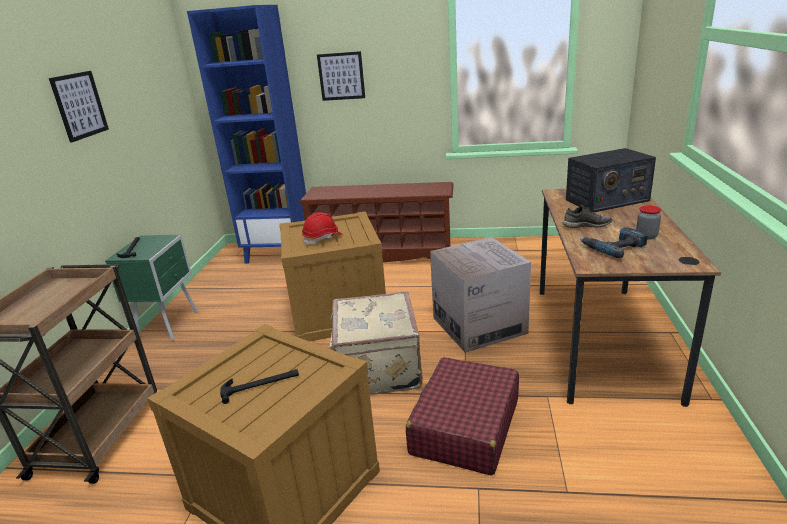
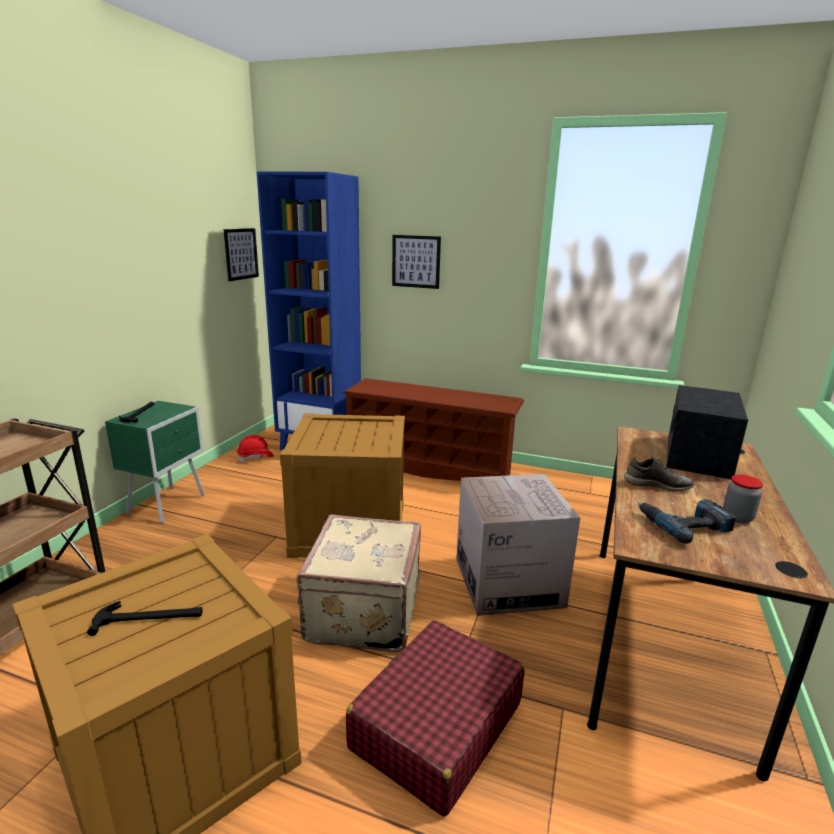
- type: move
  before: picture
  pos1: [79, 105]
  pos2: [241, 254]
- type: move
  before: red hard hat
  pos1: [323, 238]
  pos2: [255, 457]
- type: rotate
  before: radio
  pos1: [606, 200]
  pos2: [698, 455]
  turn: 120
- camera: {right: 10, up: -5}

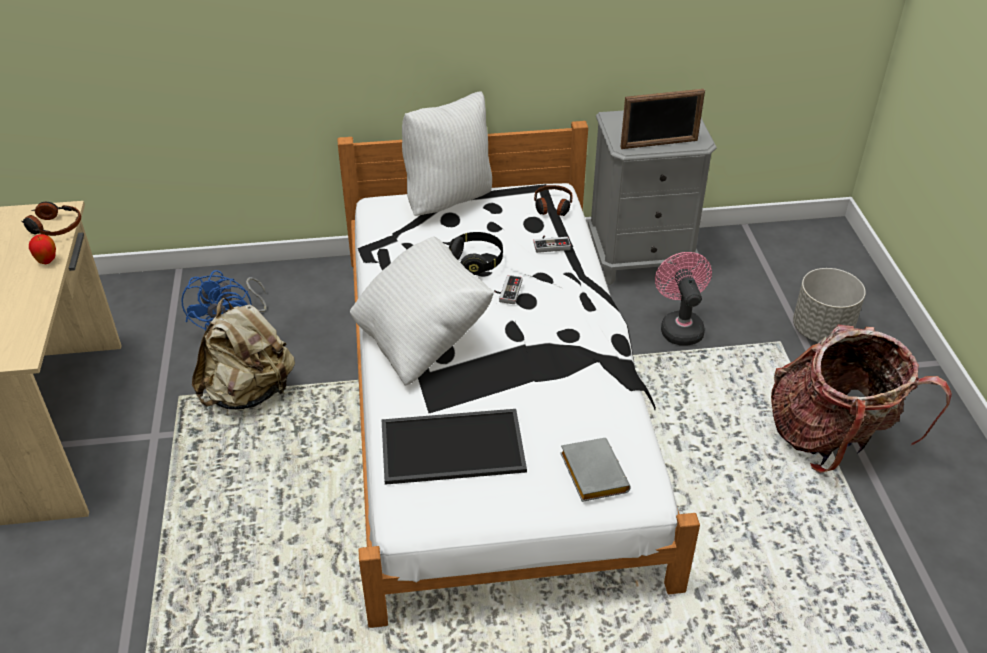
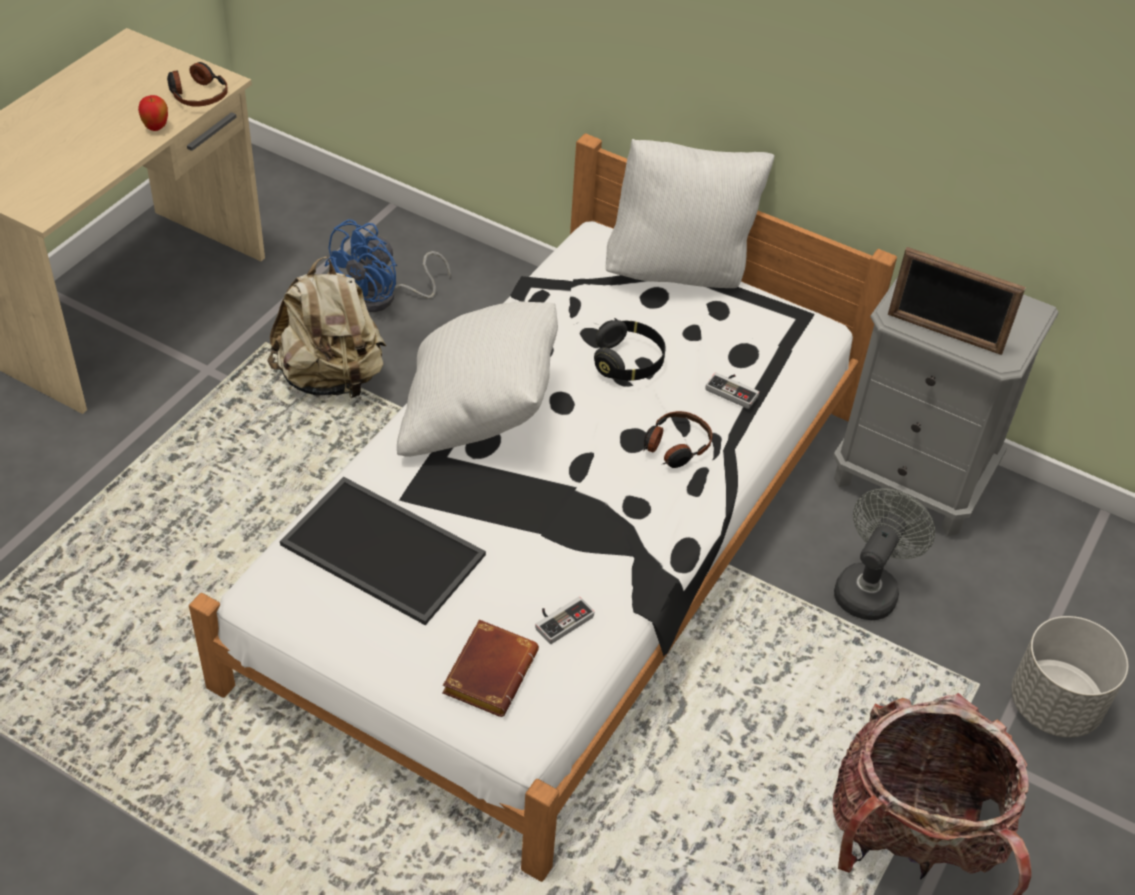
- type: move
  before: game controller
  pos1: [507, 291]
  pos2: [560, 619]
- type: move
  before: headphones
  pos1: [552, 207]
  pos2: [675, 447]
- type: recolor
  before: grey book
  after: brown book
  pos1: [591, 473]
  pos2: [488, 671]
- type: recolor
  before: pink fan
  after: grey fan
  pos1: [679, 326]
  pos2: [869, 588]
- camera: {right: 35, up: 5}

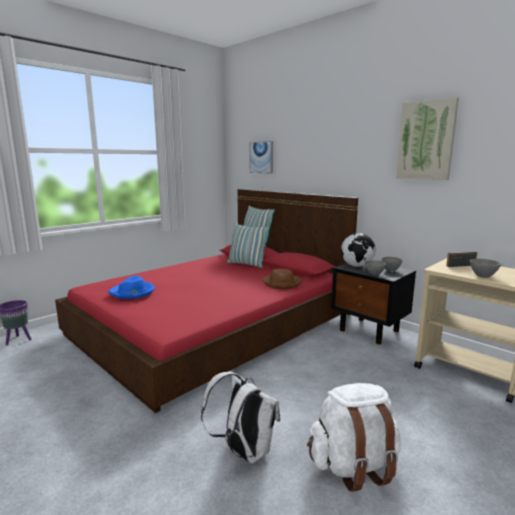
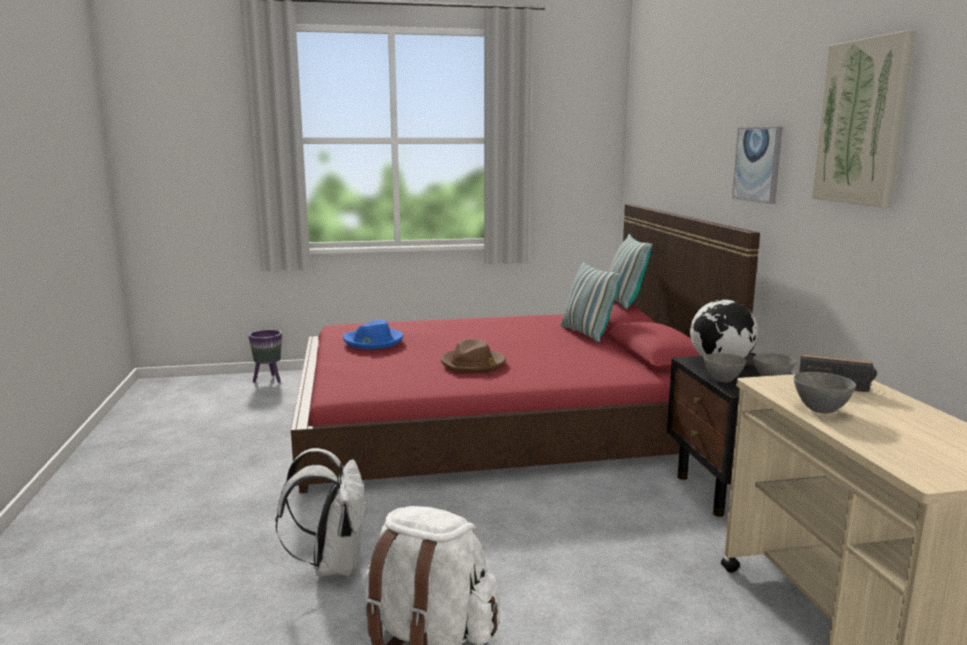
- type: move
  before: picture
  pos1: [261, 157]
  pos2: [758, 164]
- type: move
  before: brown hat
  pos1: [282, 283]
  pos2: [473, 364]
- camera: {right: 35, up: 0}

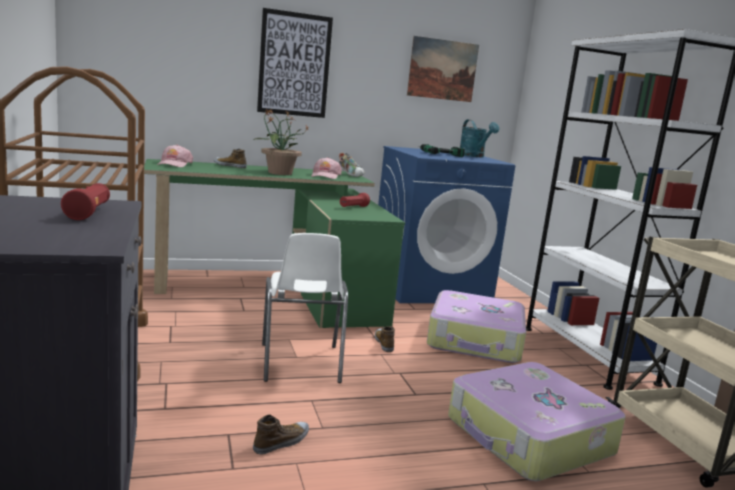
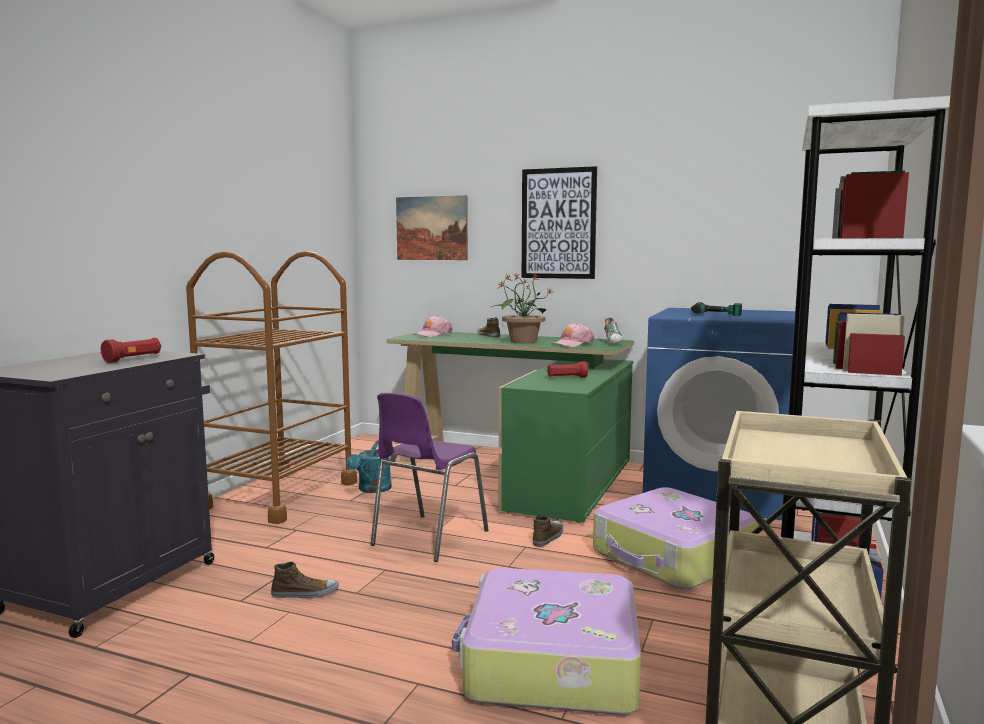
- type: recolor
  before: white chair
  after: purple chair
  pos1: [300, 364]
  pos2: [427, 539]
- type: move
  before: picture
  pos1: [442, 69]
  pos2: [431, 228]
- type: move
  before: turquoise watering can
  pos1: [474, 156]
  pos2: [372, 490]
- camera: {right: 40, up: -5}

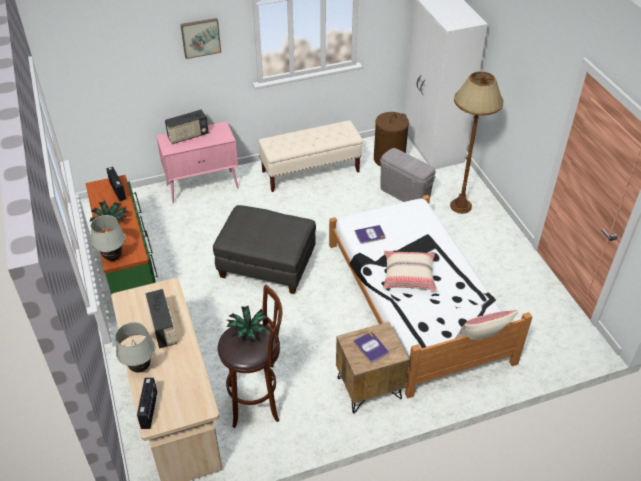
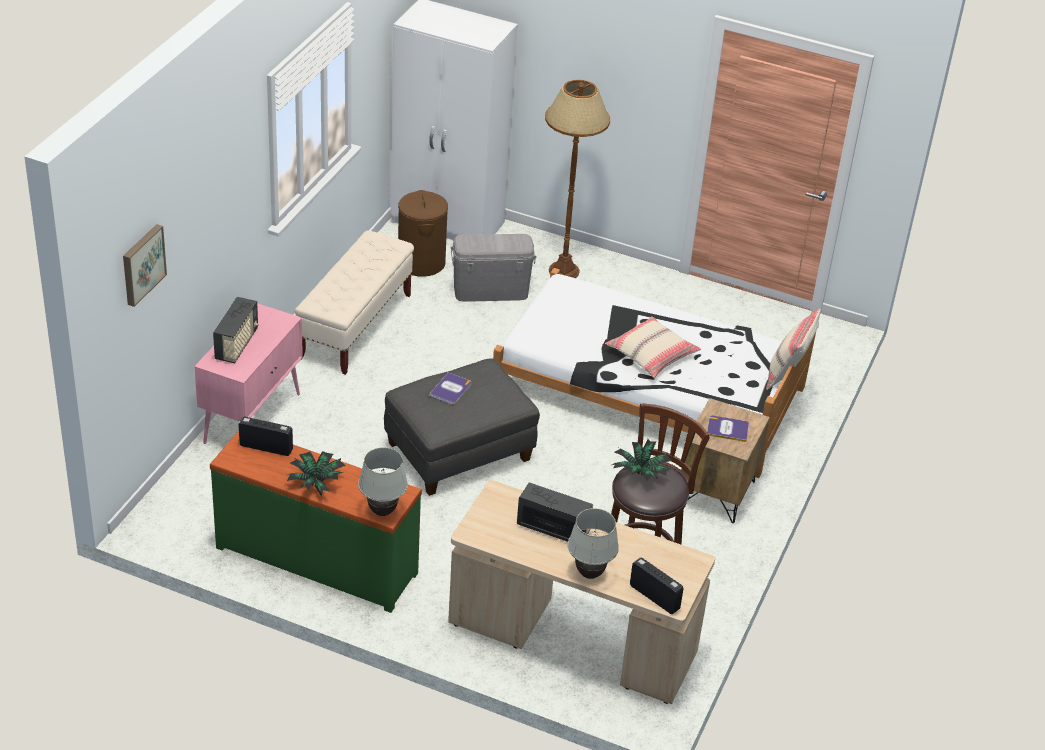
- type: move
  before: picture
  pos1: [200, 37]
  pos2: [142, 264]
- type: move
  before: book
  pos1: [370, 235]
  pos2: [451, 389]
- camera: {right: -50, up: -5}

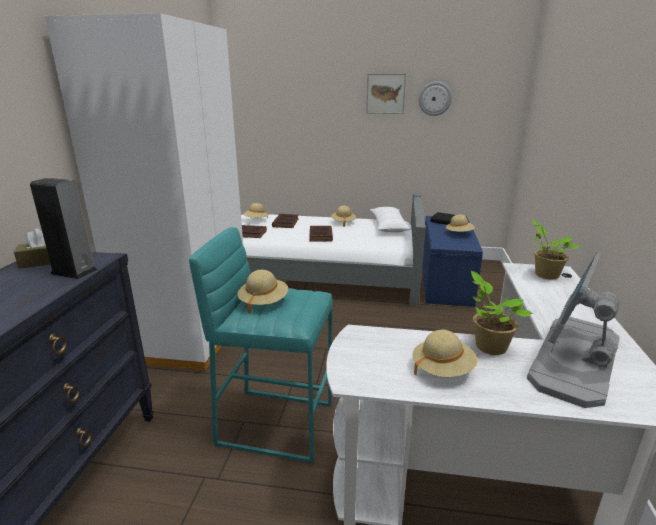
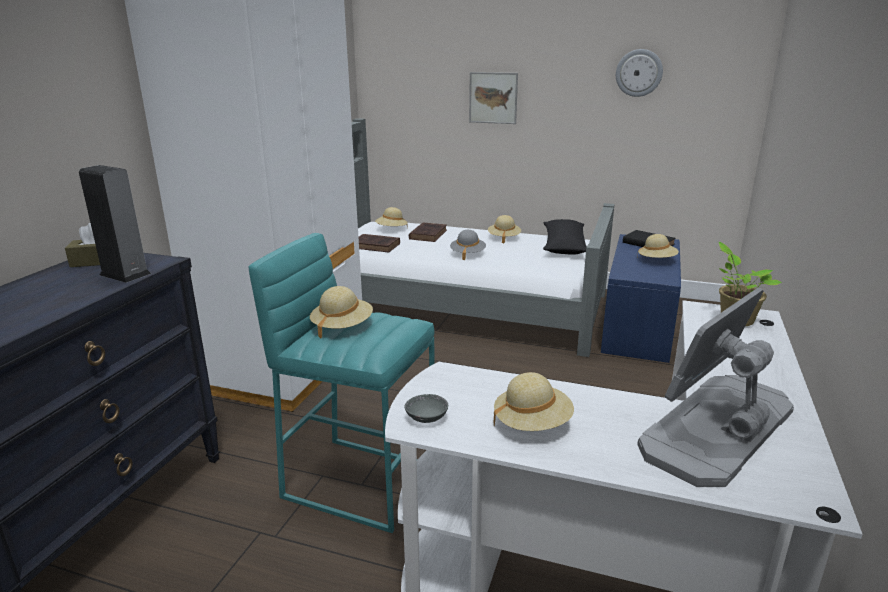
- type: replace
  before: brown book
  after: grey hat
  pos1: [321, 236]
  pos2: [467, 254]
- type: move
  before: picture
  pos1: [385, 93]
  pos2: [493, 98]
- type: recolor
  before: white pillow
  after: black pillow
  pos1: [388, 226]
  pos2: [564, 246]
- type: delete
  before: potted plant
  pos1: [488, 346]
- type: insert
  after: grey bowl
  pos2: [426, 418]
- camera: {right: 10, up: 0}

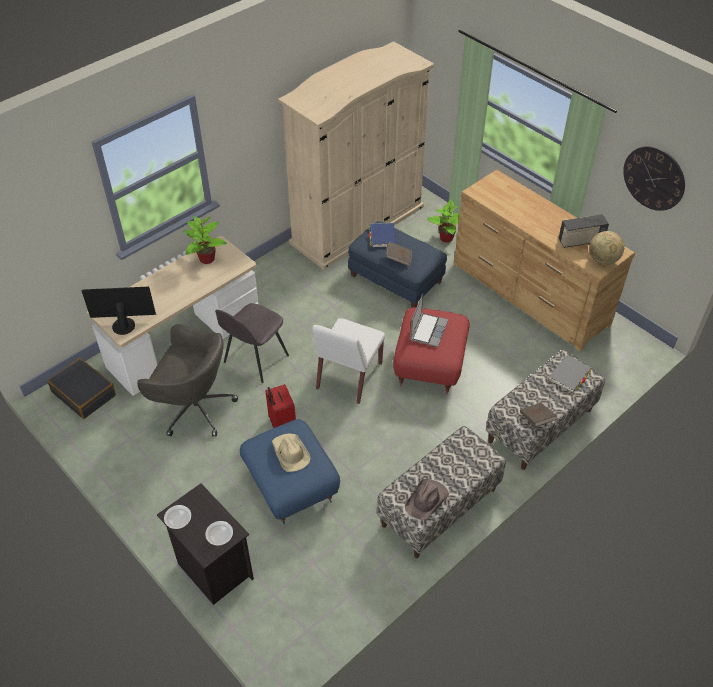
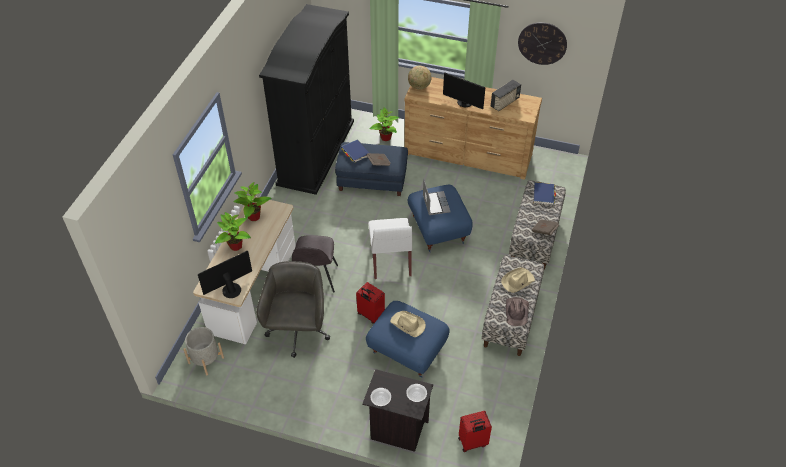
- type: replace
  before: black suitcase
  after: grey planter
  pos1: [84, 394]
  pos2: [206, 360]
- type: rotate
  before: grey office chair
  pos1: [194, 408]
  pos2: [298, 331]
  turn: -75
- type: recolor
  before: beige wardrobe
  after: black wardrobe
  pos1: [357, 224]
  pos2: [316, 152]
- type: recolor
  before: red ottoman
  after: blue ottoman
  pos1: [430, 366]
  pos2: [439, 230]
- type: recolor
  before: grey book
  after: blue book
  pos1: [569, 375]
  pos2: [544, 195]
- type: move
  before: globe
  pos1: [603, 260]
  pos2: [419, 87]
- type: insert
  after: potted plant
  pos2: [235, 246]
- type: insert
  after: monitor
  pos2: [464, 103]
- type: insert
  after: red suitcase
  pos2: [473, 443]
- type: insert
  after: beige hat
  pos2: [517, 281]
- camera: {right: -30, up: 0}

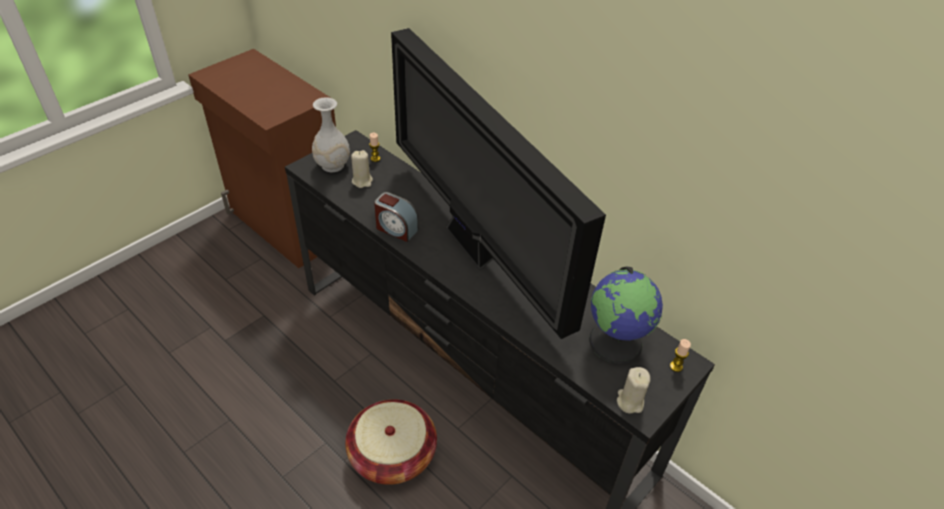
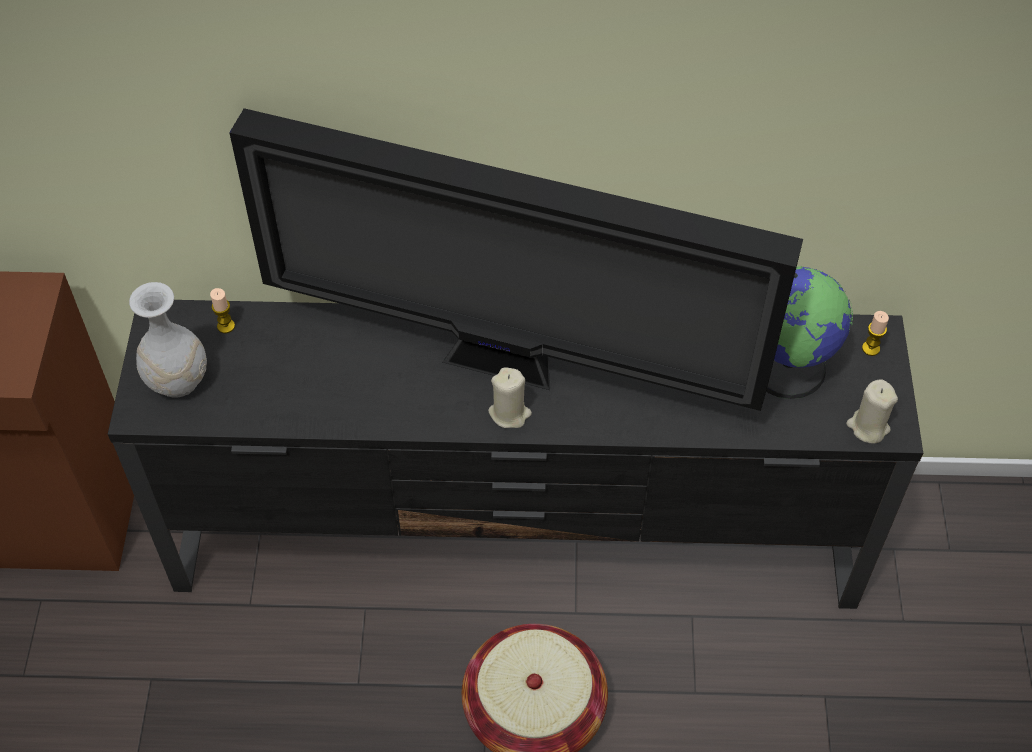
- type: move
  before: beige candle
  pos1: [362, 181]
  pos2: [509, 413]
- type: delete
  before: alarm clock
  pos1: [396, 229]
- camera: {right: -40, up: 10}

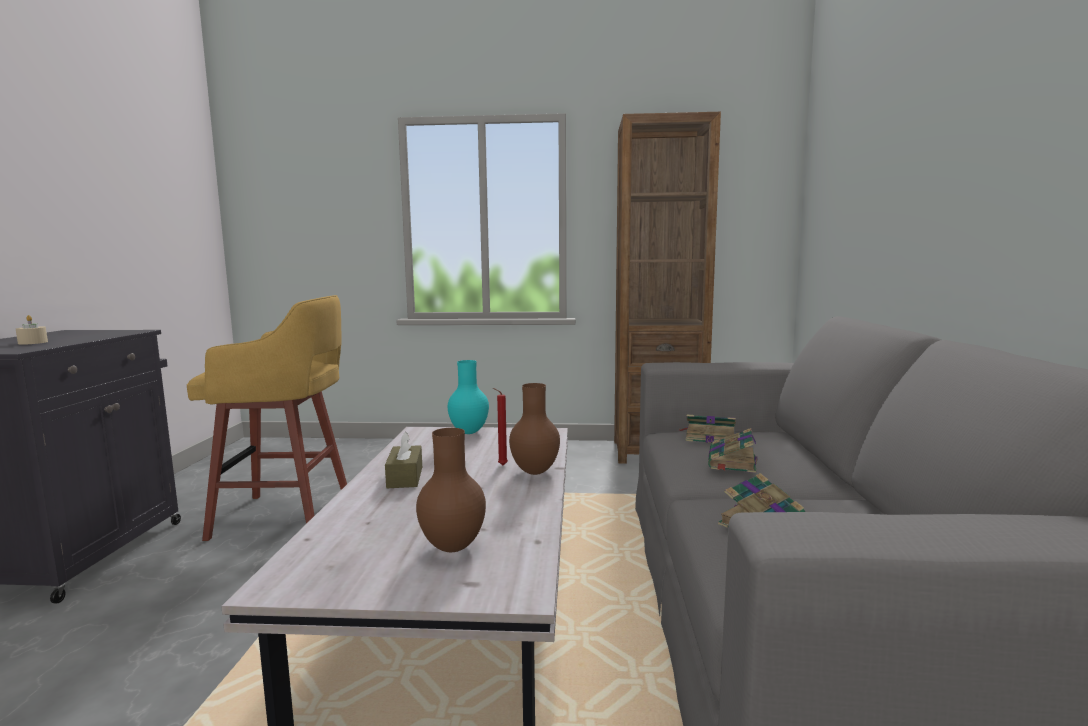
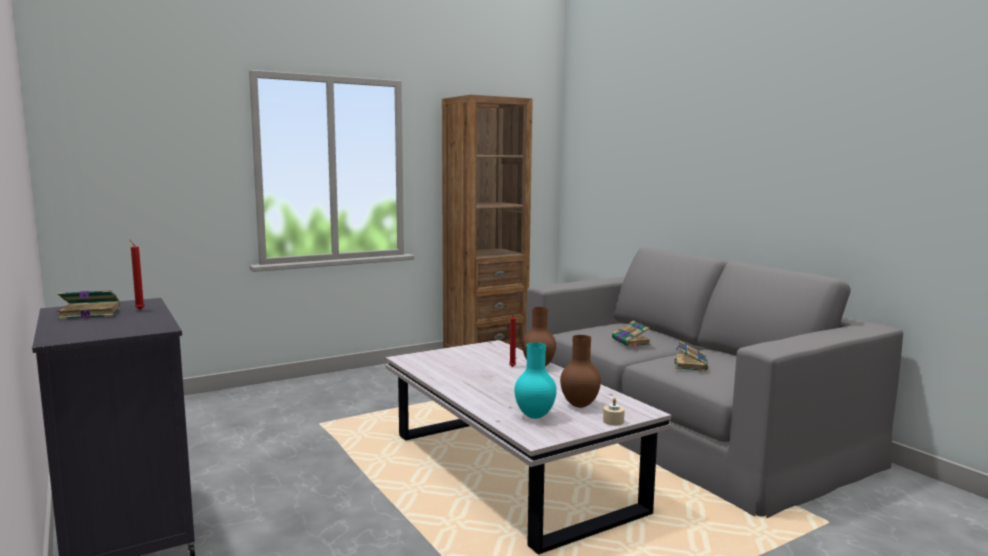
- type: move
  before: beige candle
  pos1: [33, 342]
  pos2: [613, 421]
- type: delete
  before: yellow stool
  pos1: [287, 516]
- type: delete
  before: brown tissue box
  pos1: [405, 477]
- type: move
  before: turquoise vase
  pos1: [469, 432]
  pos2: [535, 416]
- type: move
  before: book
  pos1: [708, 437]
  pos2: [89, 313]
- type: insert
  after: red candle
  pos2: [139, 309]
- camera: {right: -35, up: 0}

